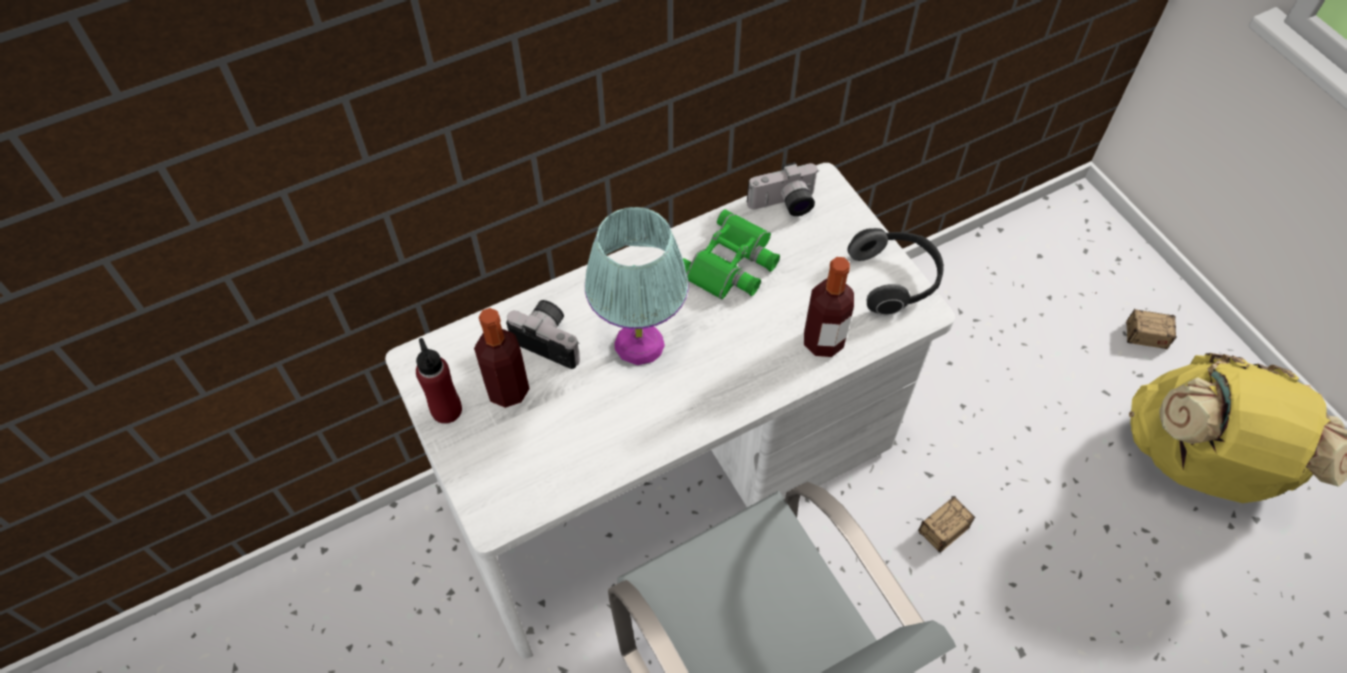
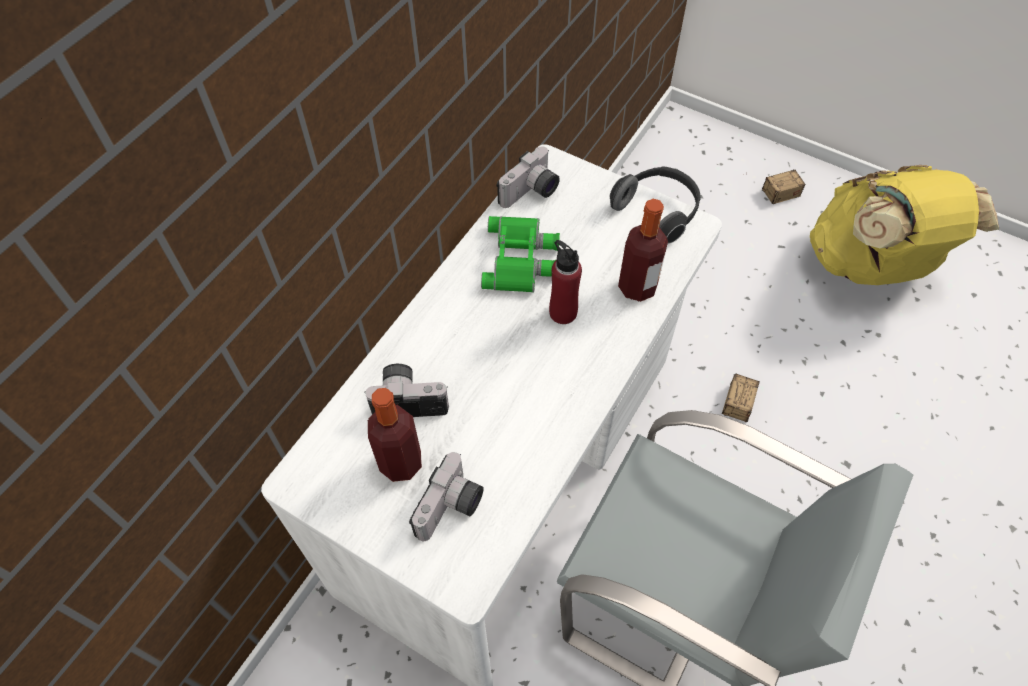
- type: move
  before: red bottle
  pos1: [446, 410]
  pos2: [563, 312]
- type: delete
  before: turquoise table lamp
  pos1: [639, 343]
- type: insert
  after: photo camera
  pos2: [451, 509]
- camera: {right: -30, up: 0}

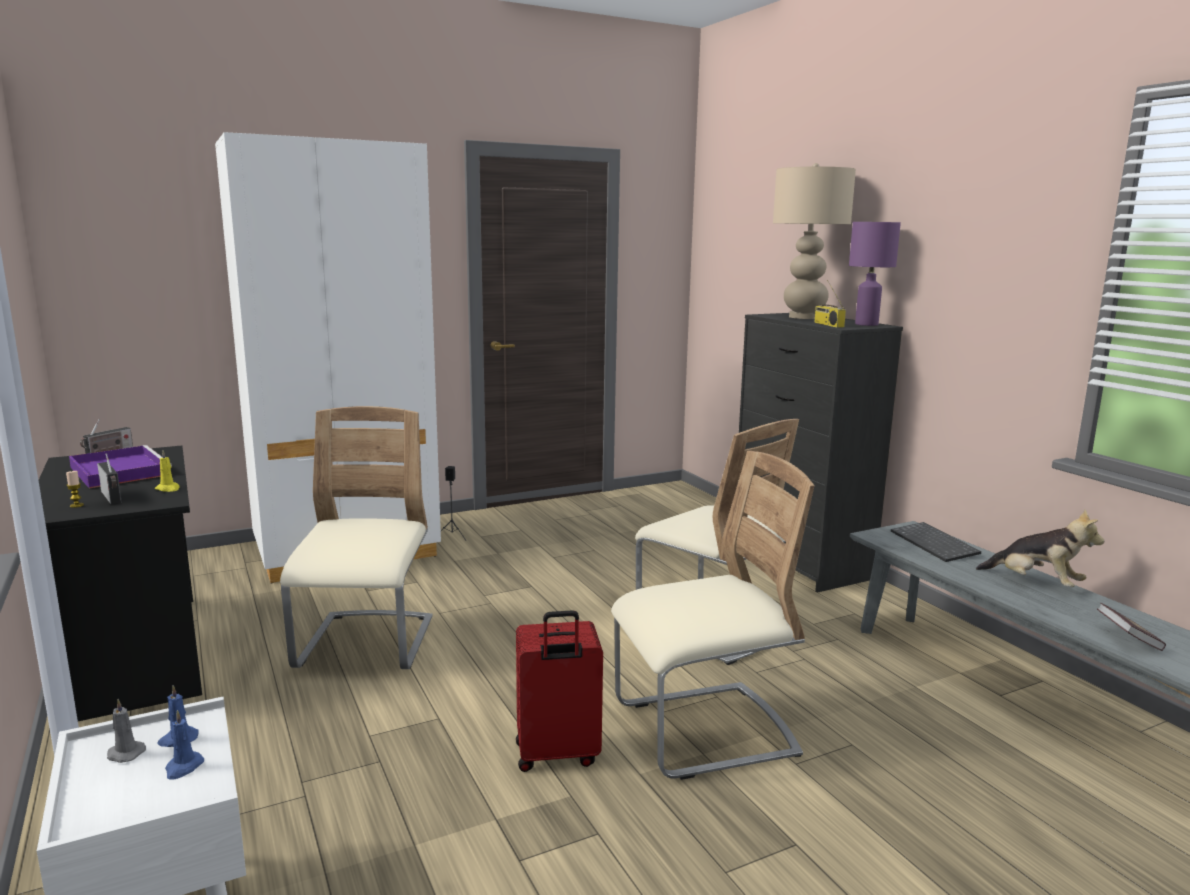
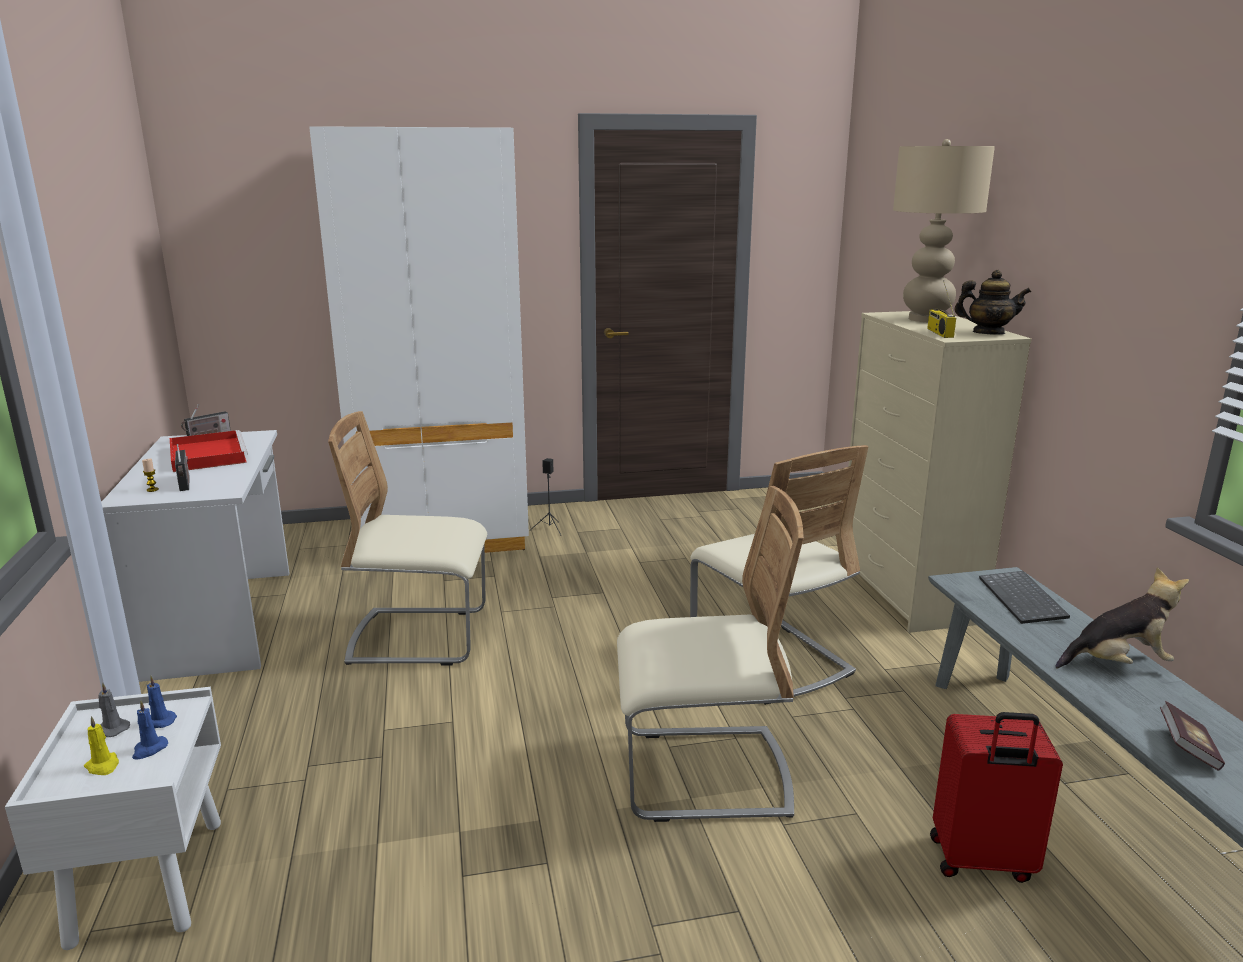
- type: recolor
  before: black desk
  after: white desk
  pos1: [136, 653]
  pos2: [223, 621]
- type: recolor
  before: purple tray
  after: red tray
  pos1: [118, 471]
  pos2: [207, 455]
- type: move
  before: yellow candle
  pos1: [168, 489]
  pos2: [103, 766]
- type: rotate
  before: beige chair
  pos1: [366, 645]
  pos2: [419, 637]
  turn: -105
- type: move
  before: red suitcase
  pos1: [557, 755]
  pos2: [981, 861]
- type: recolor
  before: black dresser
  after: beige dresser
  pos1: [800, 561]
  pos2: [908, 593]
- type: replace
  before: purple table lamp
  after: teapot
  pos1: [865, 324]
  pos2: [988, 333]
- type: rotate
  before: plush toy
  pos1: [1036, 583]
  pos2: [1117, 663]
  turn: -60
- camera: {right: 15, up: 5}

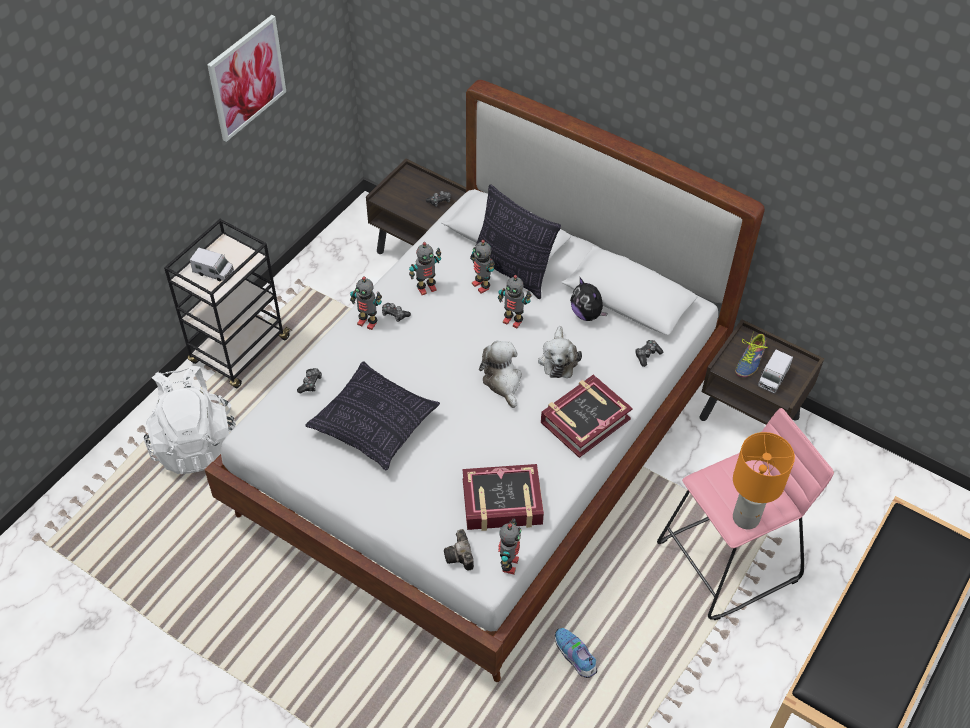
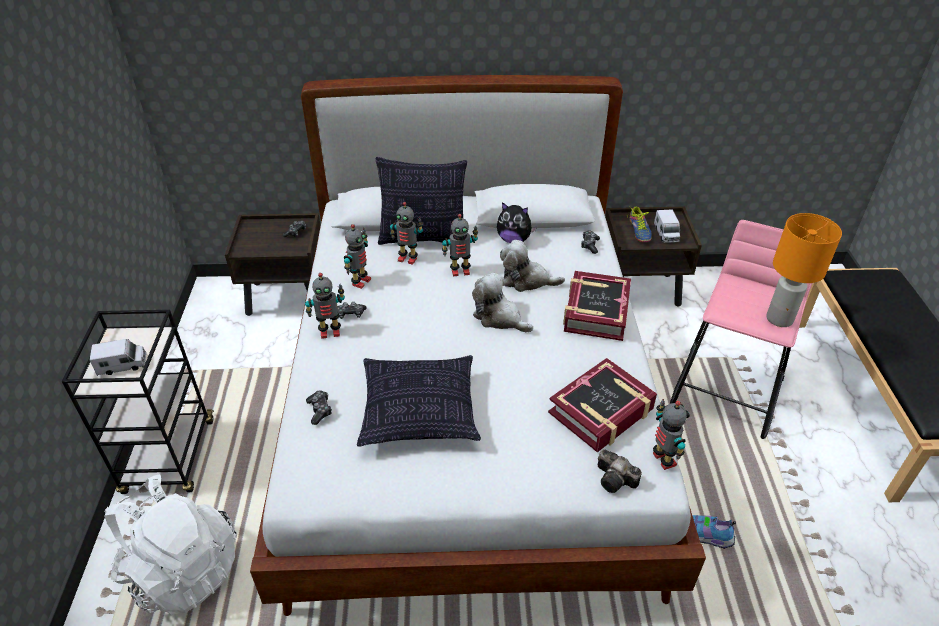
- type: delete
  before: picture
  pos1: [246, 78]
- type: rotate
  before: plush toy
  pos1: [558, 359]
  pos2: [526, 280]
  turn: 135
- camera: {right: -35, up: -10}

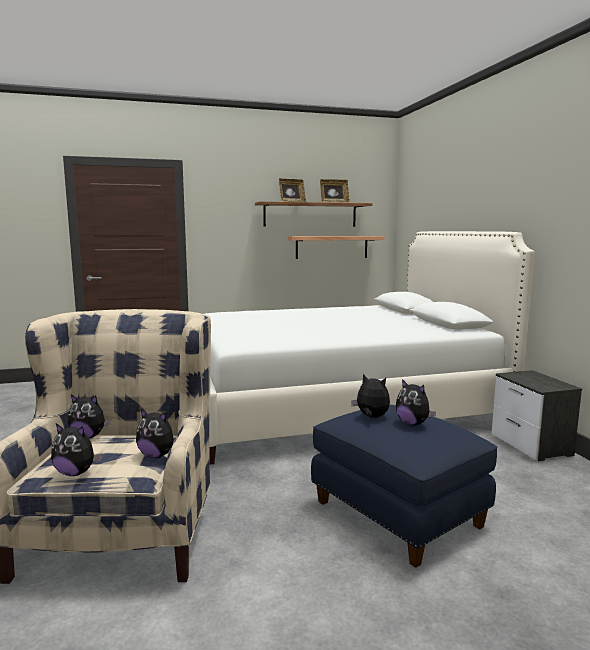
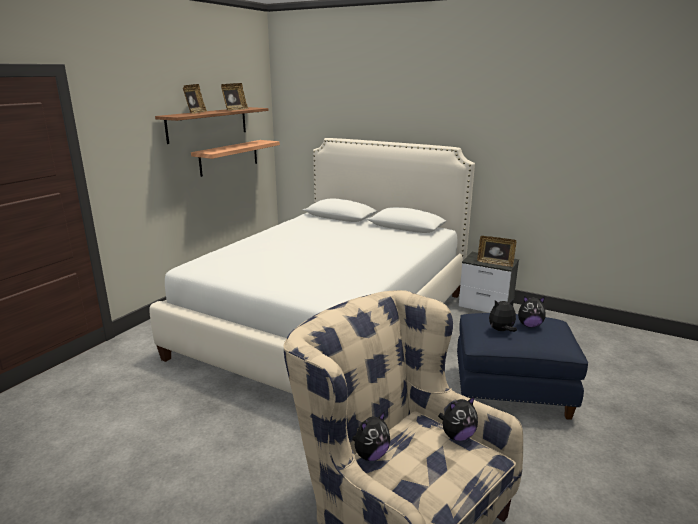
- type: delete
  before: plush toy
  pos1: [76, 473]
- type: insert
  after: picture frame
  pos2: [495, 263]
- camera: {right: -45, up: 10}

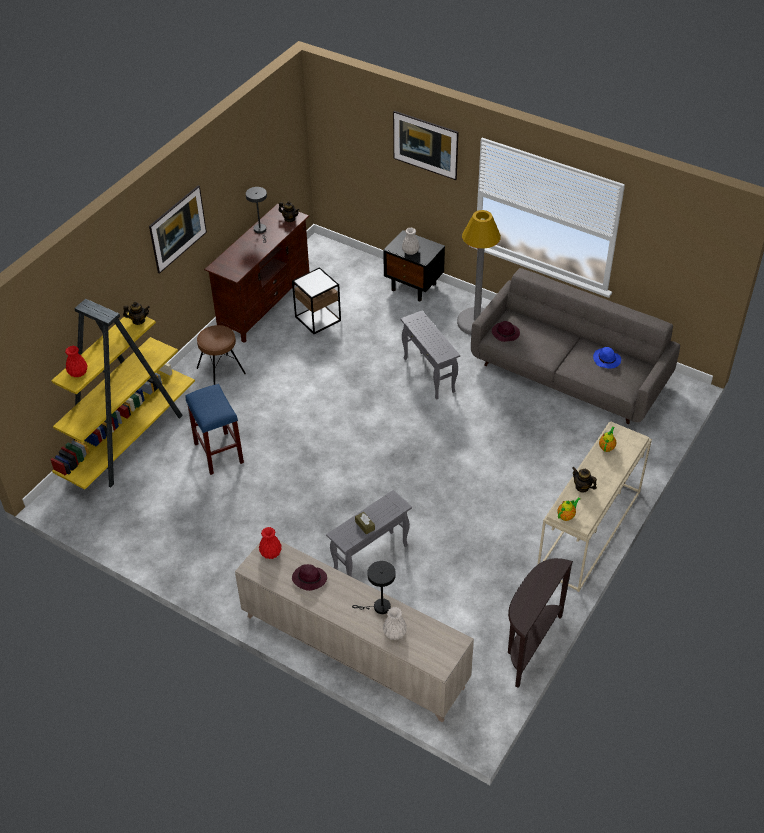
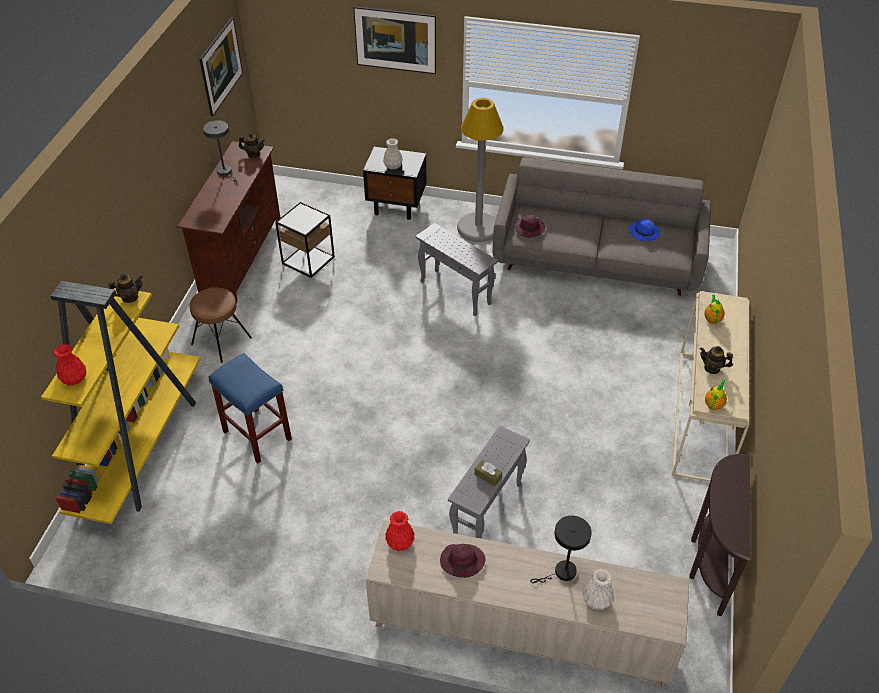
- type: move
  before: picture
  pos1: [179, 240]
  pos2: [223, 80]
- camera: {right: -20, up: 0}

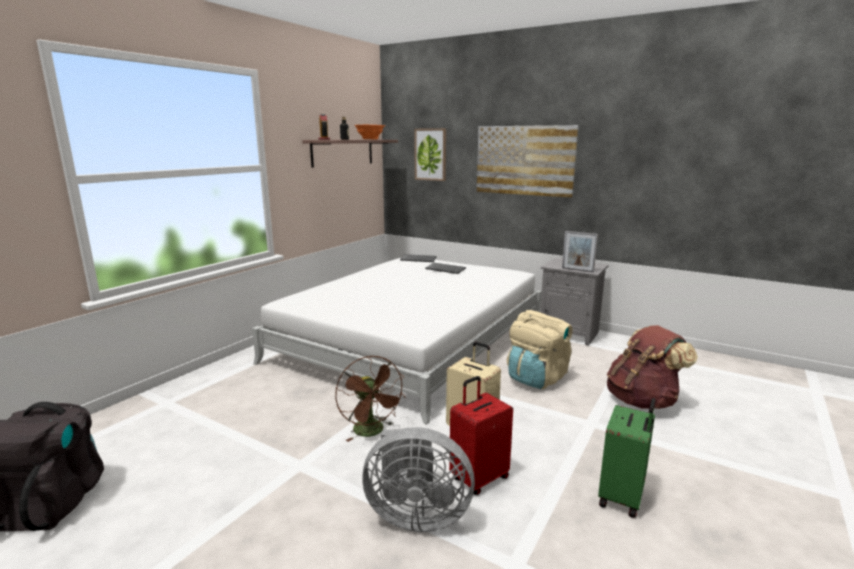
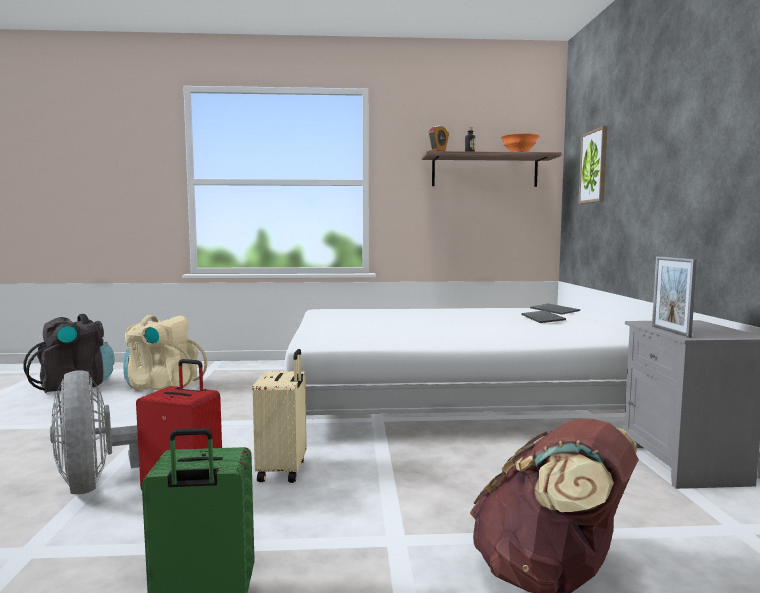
- type: delete
  before: brown fan
  pos1: [372, 432]
- type: delete
  before: picture
  pos1: [524, 160]
- type: move
  before: beige backpack
  pos1: [536, 378]
  pos2: [162, 386]
- camera: {right: 55, up: -10}

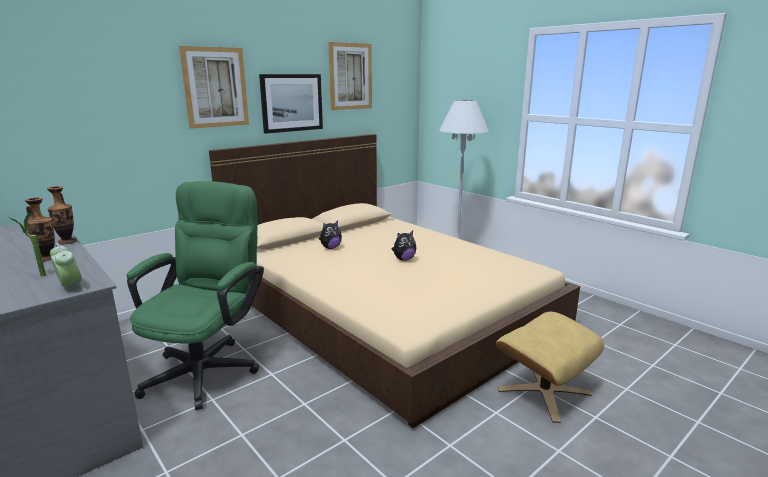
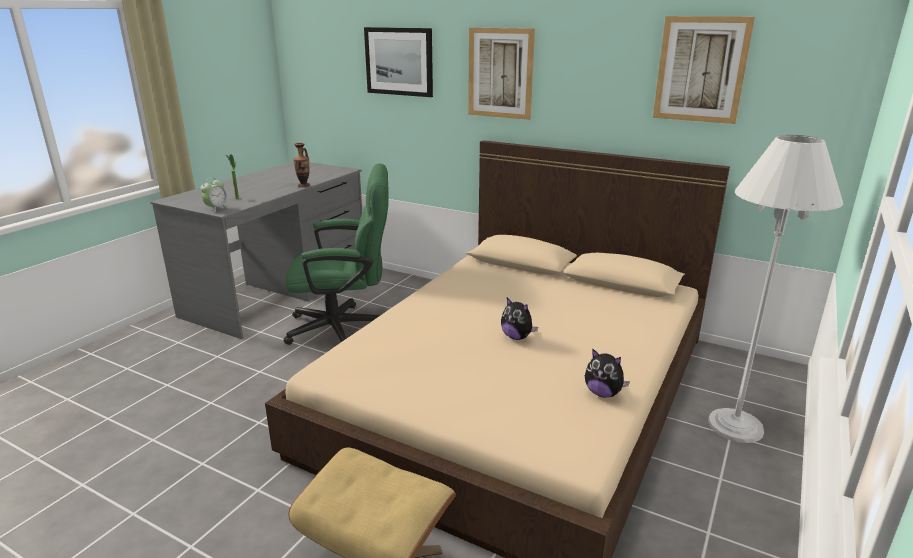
- type: delete
  before: vase
  pos1: [47, 258]
- type: move
  before: picture
  pos1: [291, 103]
  pos2: [399, 61]
- type: move
  before: plush toy
  pos1: [330, 248]
  pos2: [603, 393]
- camera: {right: 70, up: 5}

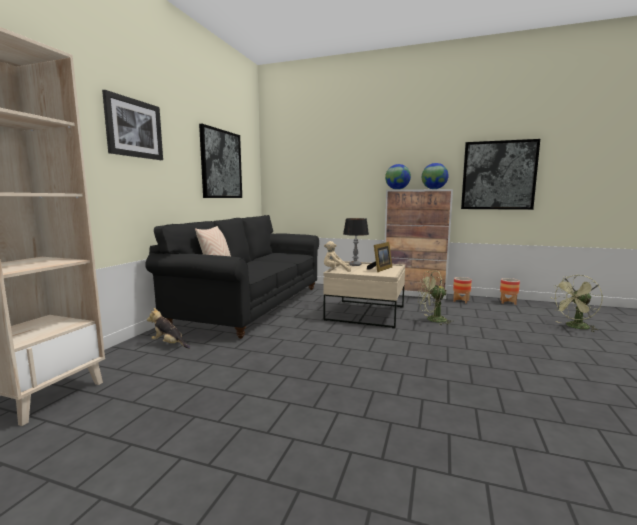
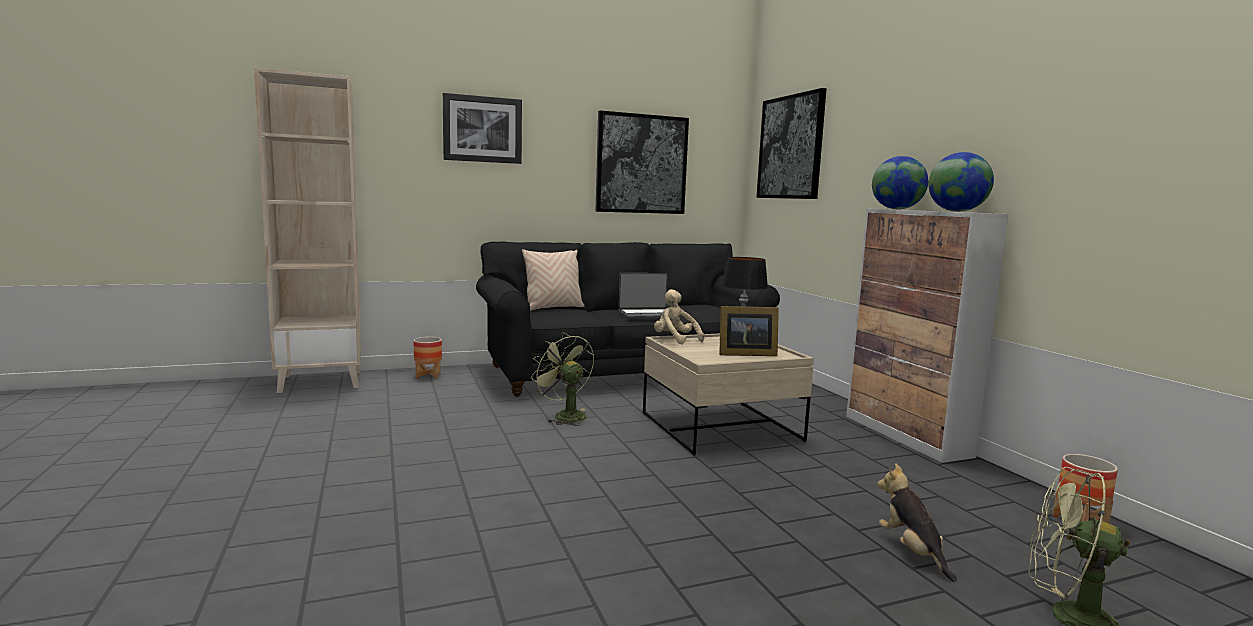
- type: move
  before: plush toy
  pos1: [169, 344]
  pos2: [912, 551]
- type: move
  before: green fan
  pos1: [432, 320]
  pos2: [564, 415]
- type: move
  before: planter
  pos1: [461, 301]
  pos2: [428, 376]
- type: move
  before: picture
  pos1: [498, 175]
  pos2: [790, 147]
- type: insert
  after: laptop
  pos2: [647, 315]
- camera: {right: 50, up: 0}

